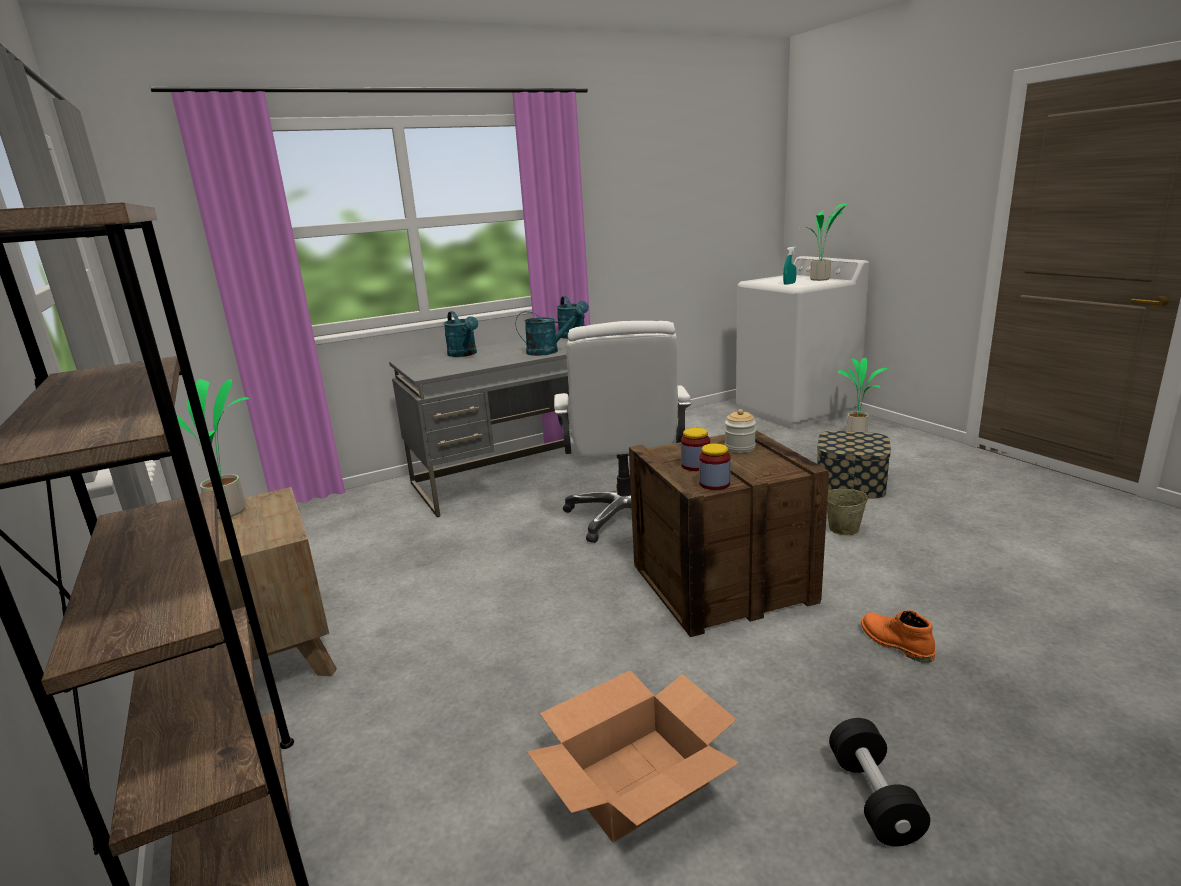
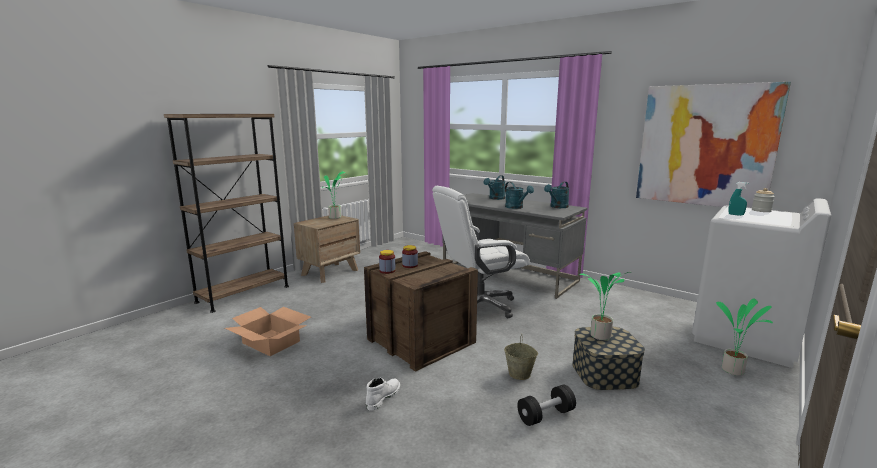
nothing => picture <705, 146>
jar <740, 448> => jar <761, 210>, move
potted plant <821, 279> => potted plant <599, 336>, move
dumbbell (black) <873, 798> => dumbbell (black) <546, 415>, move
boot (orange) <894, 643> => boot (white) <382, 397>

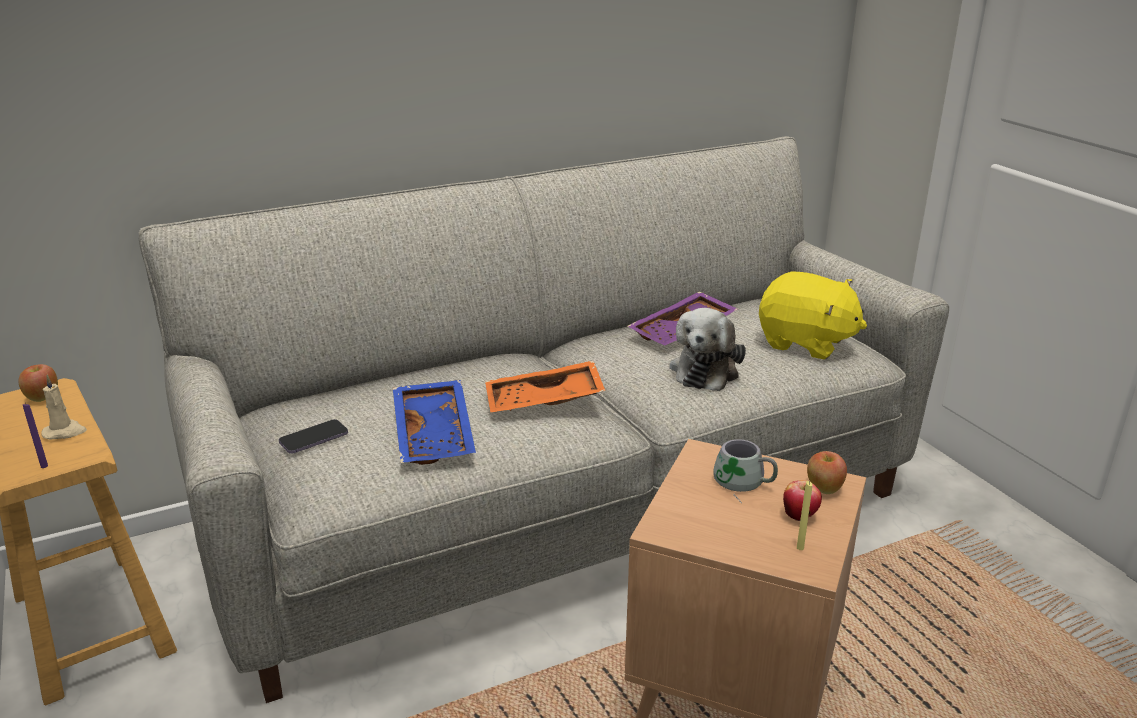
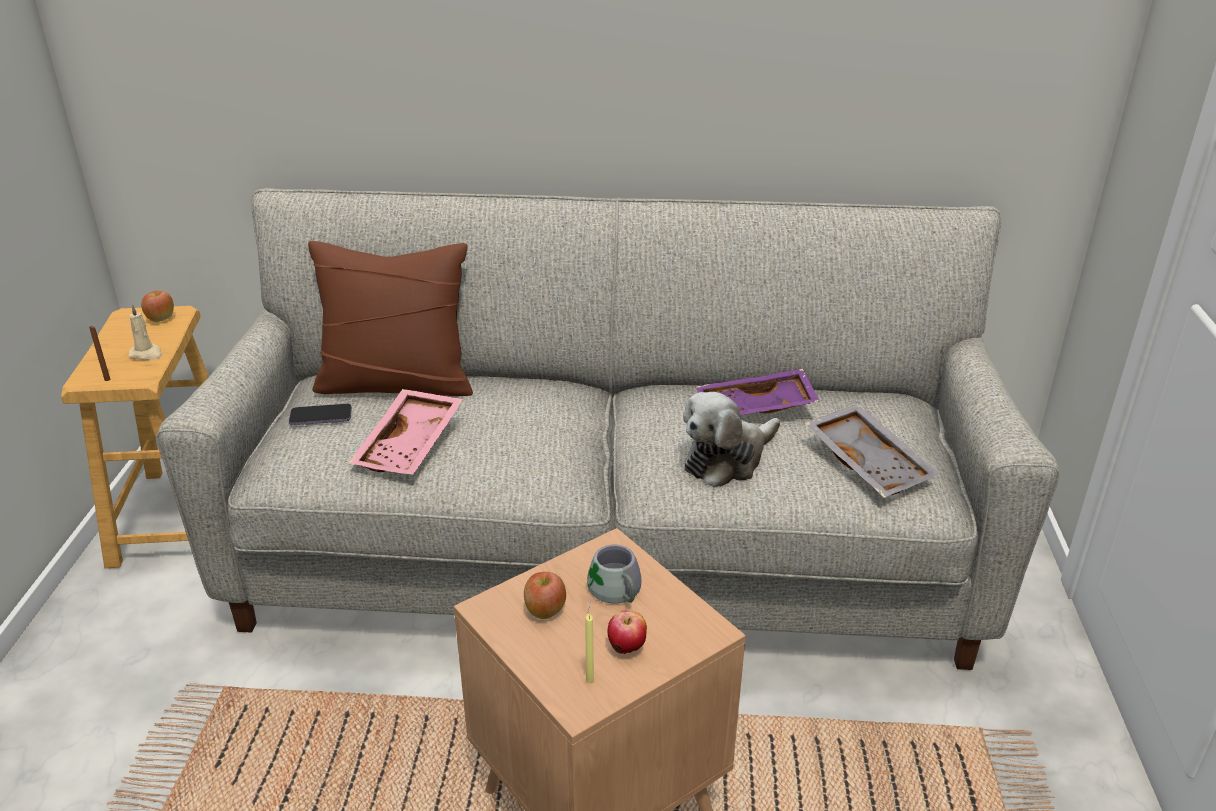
tray (orange) <544, 402> => nothing
nothing => pillow (brown) <397, 383>
apple <824, 488> => apple <545, 611>, move
plush toy (yellow) <805, 343> => tray (grey) <870, 462>
candle (purple) <44, 466> => candle (brown) <107, 379>
tray (blue) <436, 434> => tray (pink) <411, 445>

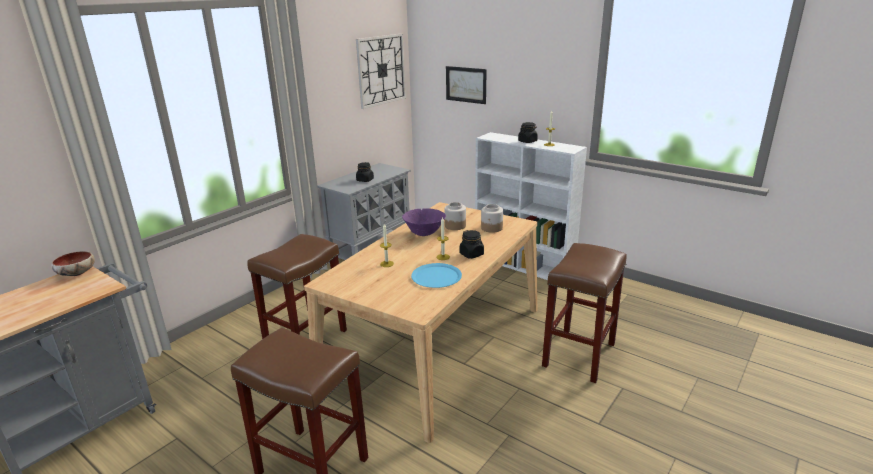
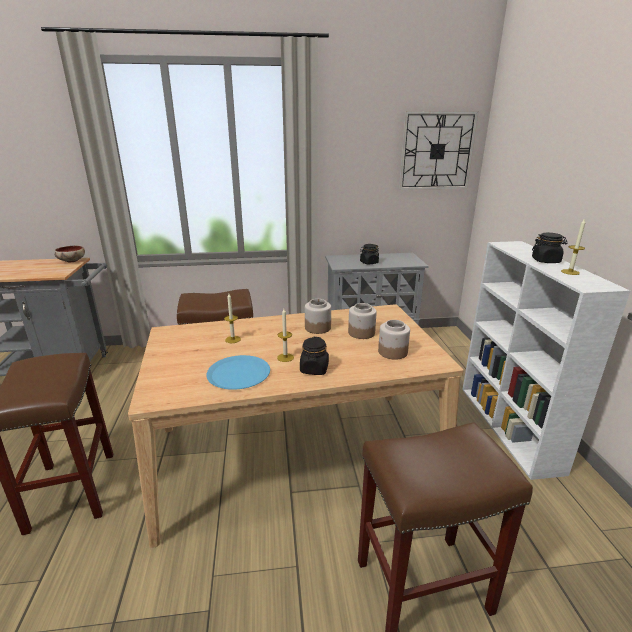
picture <466, 84> => nothing
bowl (purple) <424, 234> => jar <317, 328>

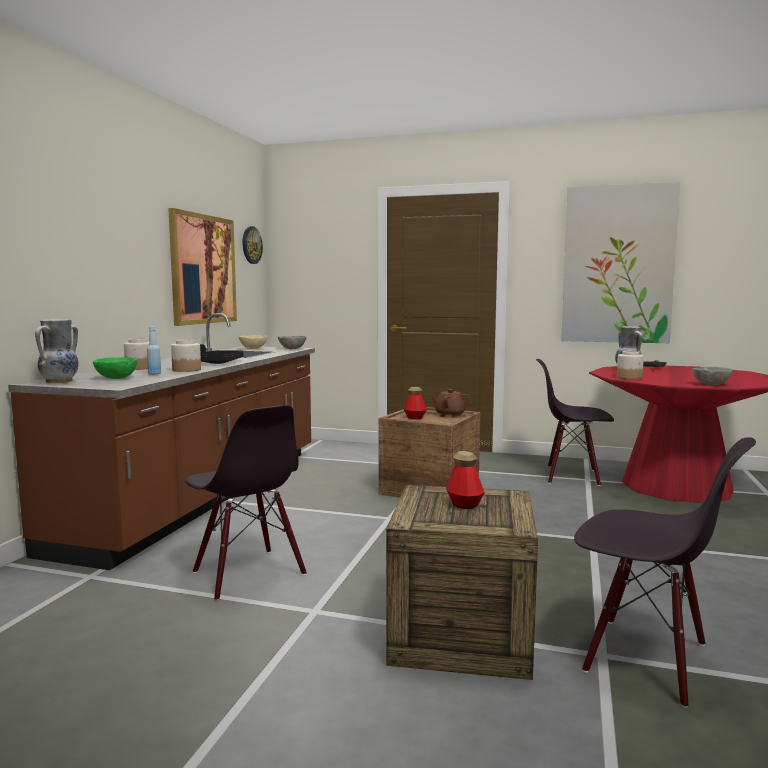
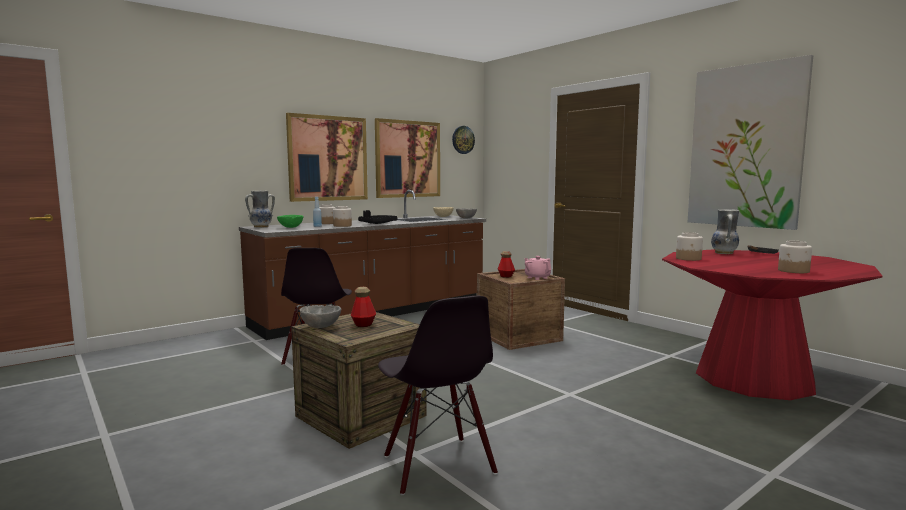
chair (black) <571, 476> => nothing
nothing => picture <328, 158>
nothing => jar <793, 271>
bowl (grey) <711, 385> => bowl (grey) <320, 327>, move
teapot (brown) <450, 415> => teapot (pink) <537, 278>

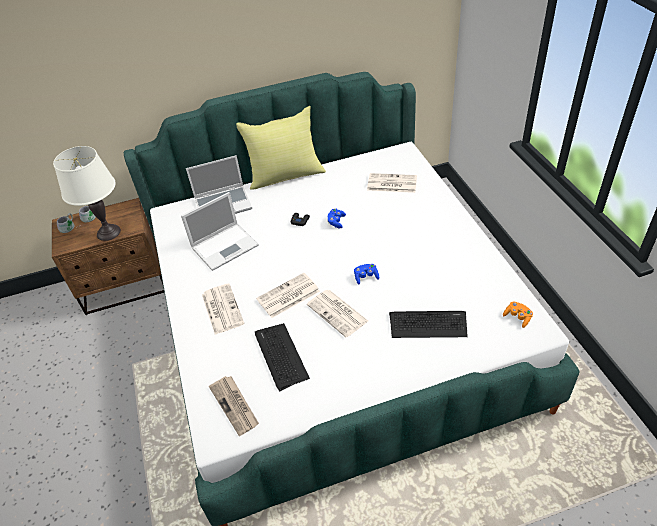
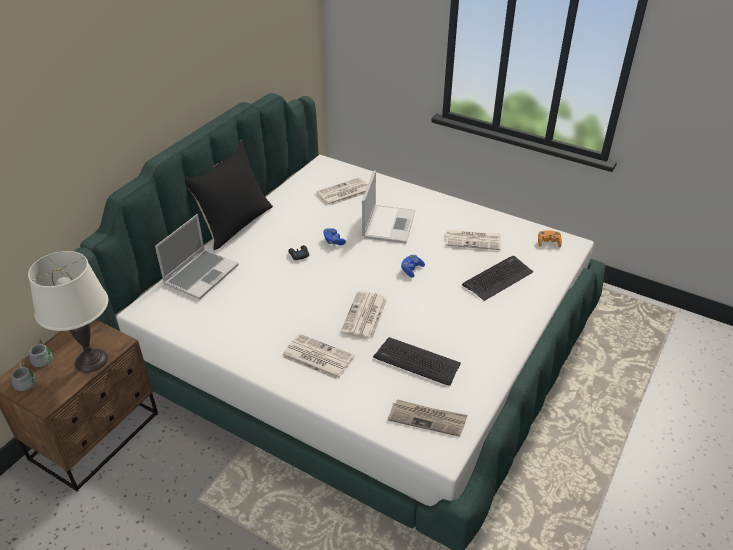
laptop <226, 246> => laptop <389, 223>, move
newspaper <338, 313> => newspaper <473, 240>, move
pillow (yellow) <285, 175> => pillow (black) <235, 224>

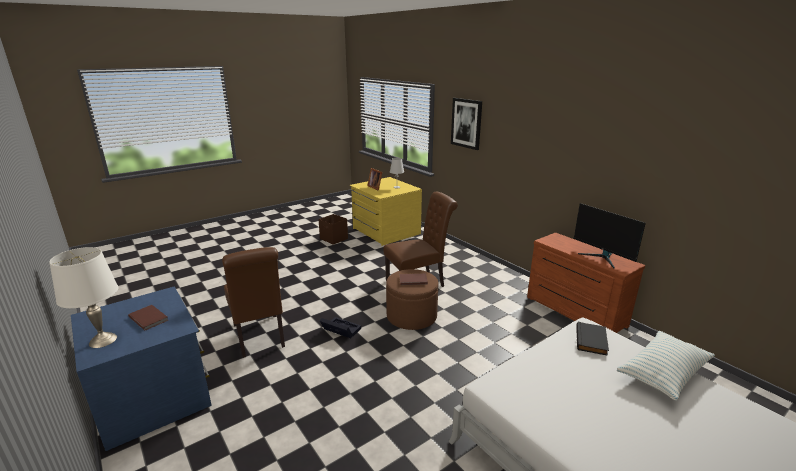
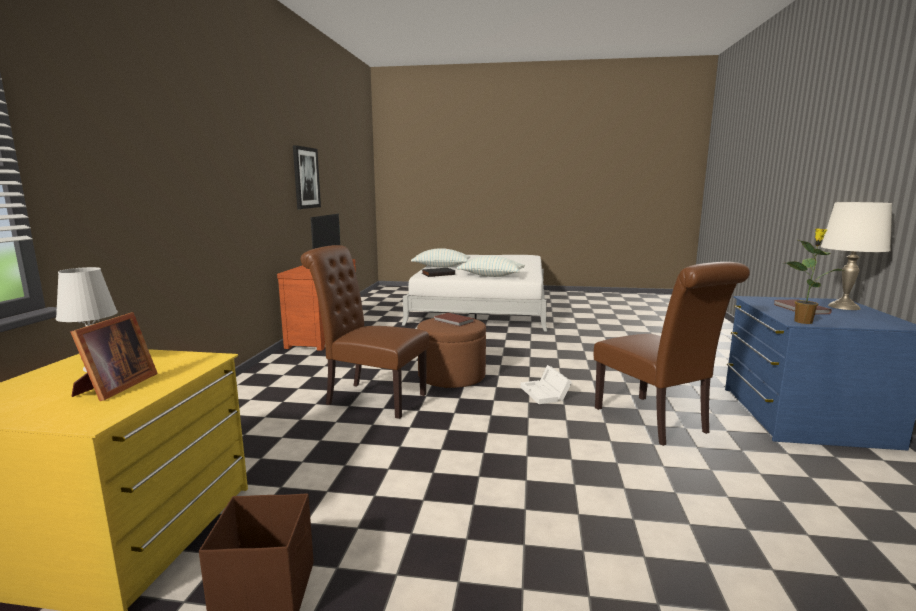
nothing => pillow <491, 276>
nothing => potted plant <803, 321>
picture <466, 123> => picture <306, 178>, move
storage box (black) <340, 330> => storage box (white) <545, 394>
chair (brown) <260, 337> => chair (brown) <655, 422>, 135 degrees clockwise

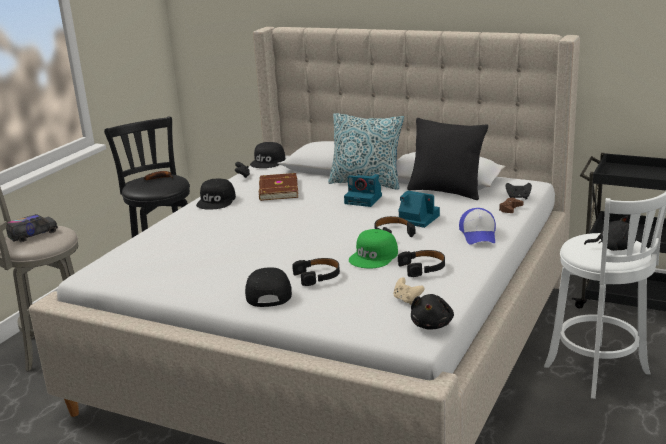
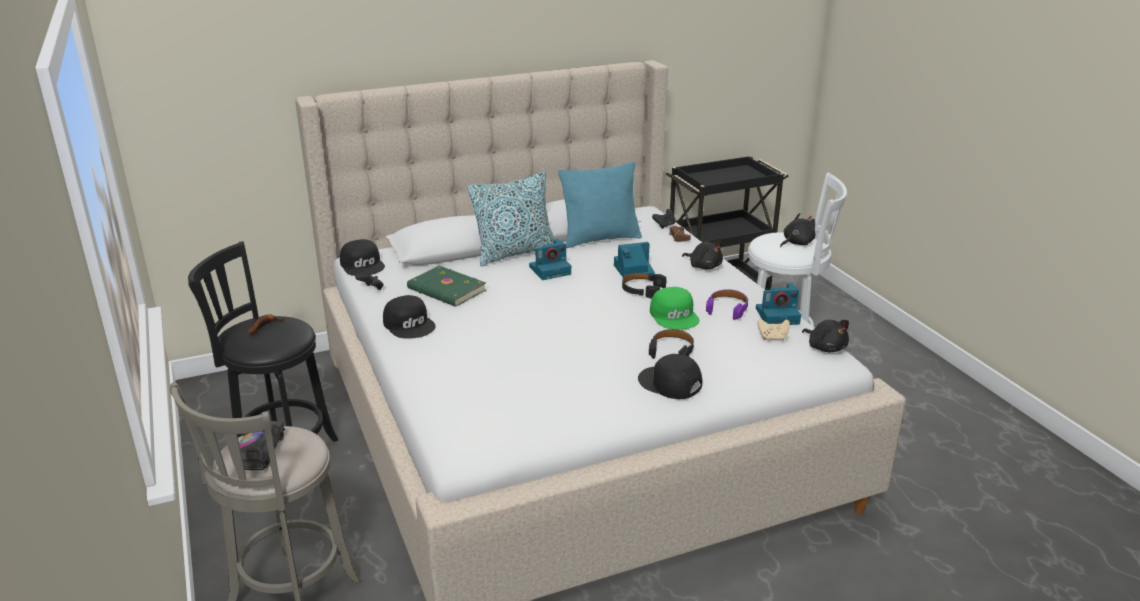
nothing => photo camera <778, 315>
cap <479, 234> => plush toy (black) <704, 266>
book (brown) <277, 190> => book (green) <446, 290>
headphones (black) <423, 267> => headphones (purple) <727, 308>
pillow (black) <446, 191> => pillow (turquoise) <600, 239>

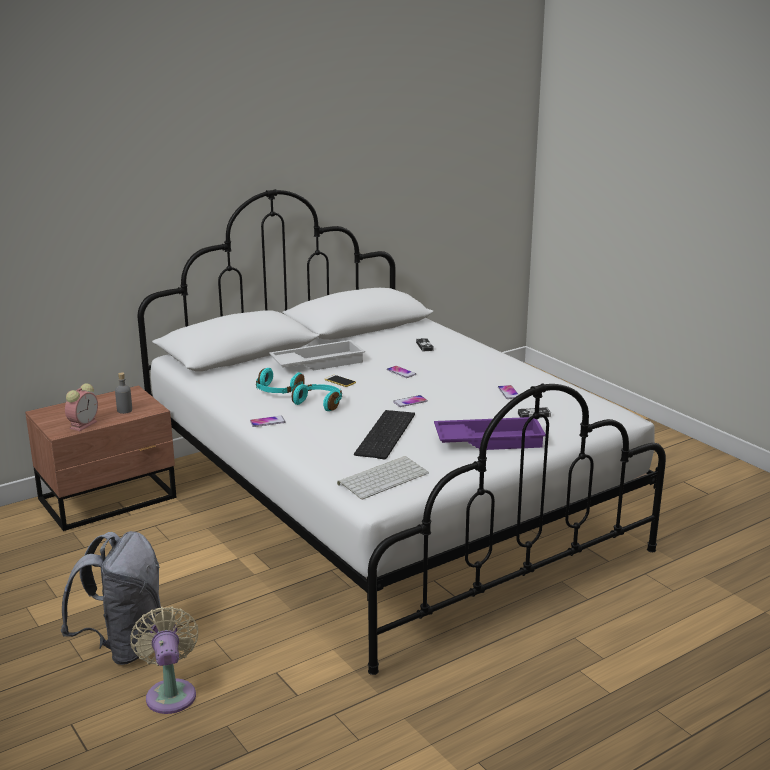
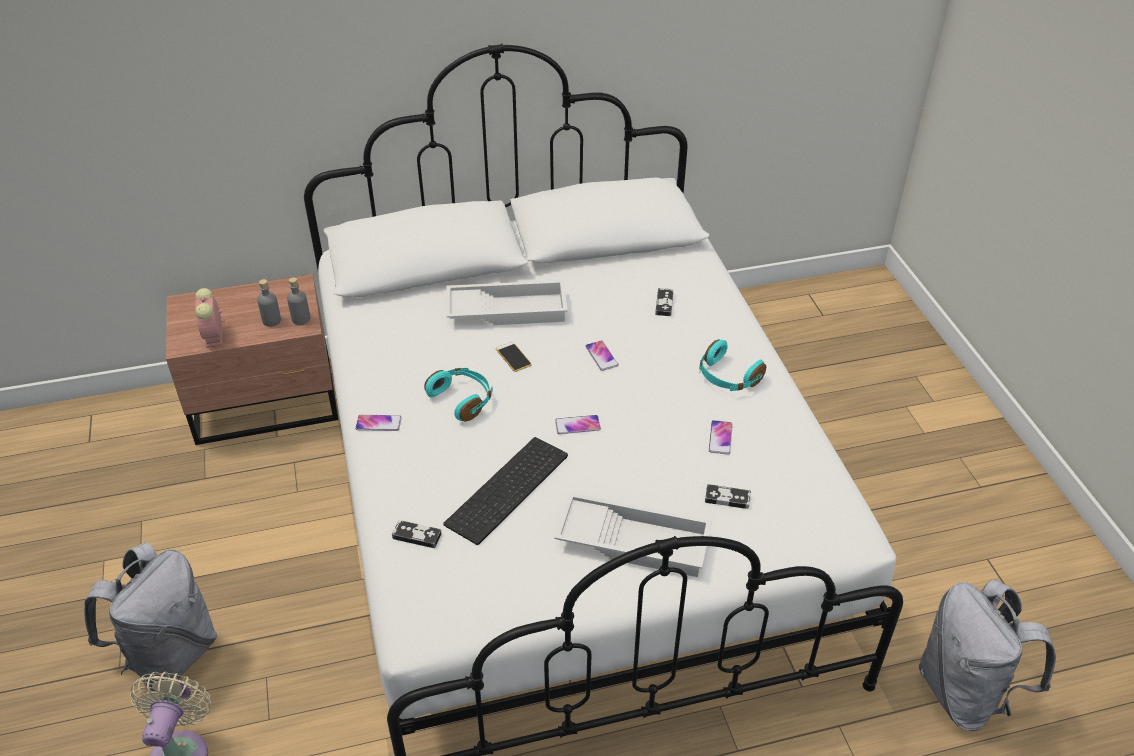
keyboard <383, 478> => nothing
nothing => bottle (grey) <301, 319>
nothing => game controller <417, 536>
nothing => backpack (grey) <965, 693>
headphones (turquoise) <278, 391> => headphones (turquoise) <727, 377>, move
tray (purple) <489, 440> => tray (white) <634, 540>
alarm clock <84, 424> => alarm clock <214, 337>, 120 degrees clockwise

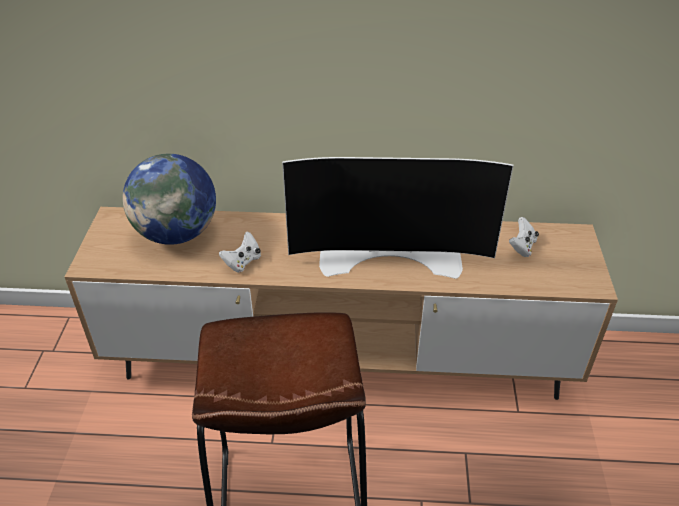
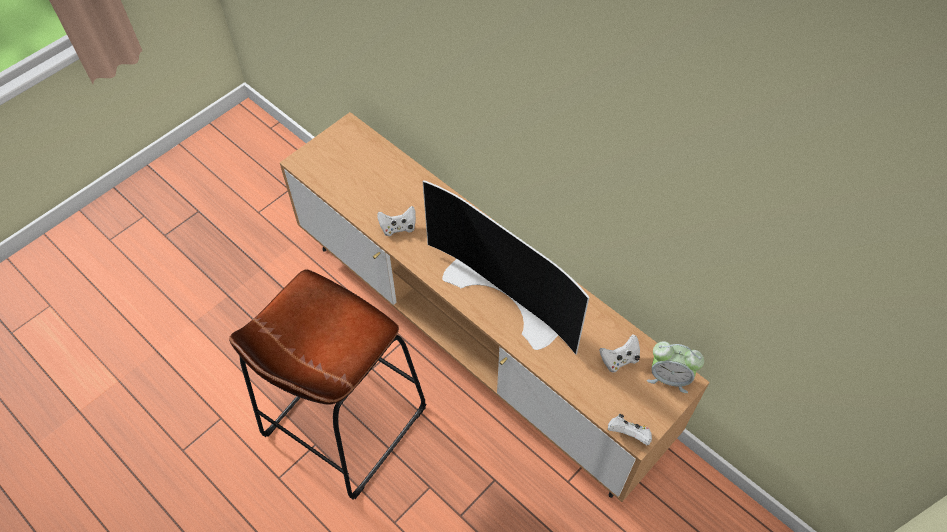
globe <177, 233> => nothing
nothing => game controller (white) <628, 434>
nothing => alarm clock <669, 377>

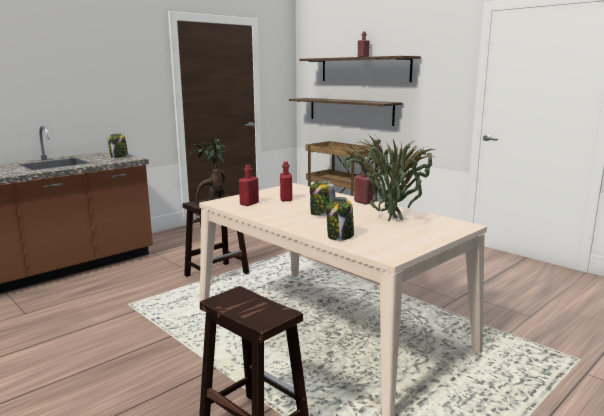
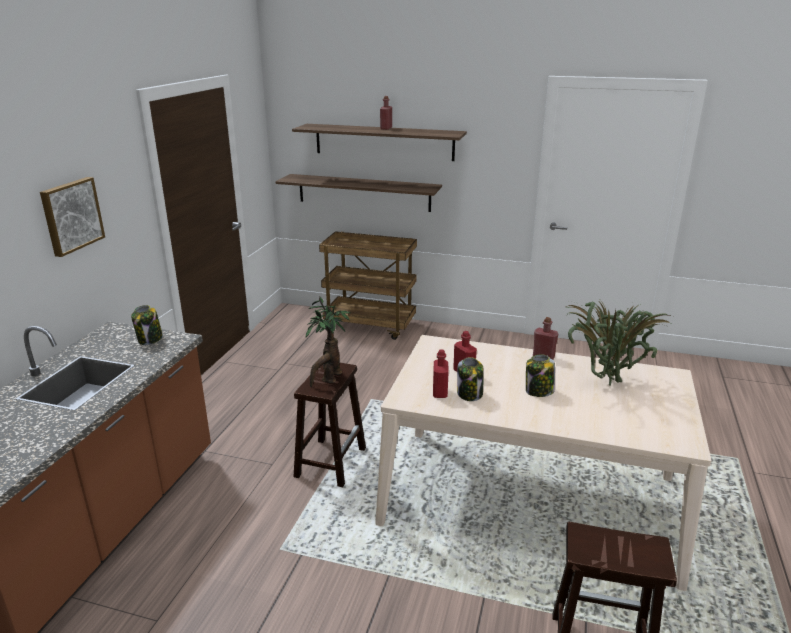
nothing => picture <71, 215>
jar <340, 236> => jar <470, 394>, move

